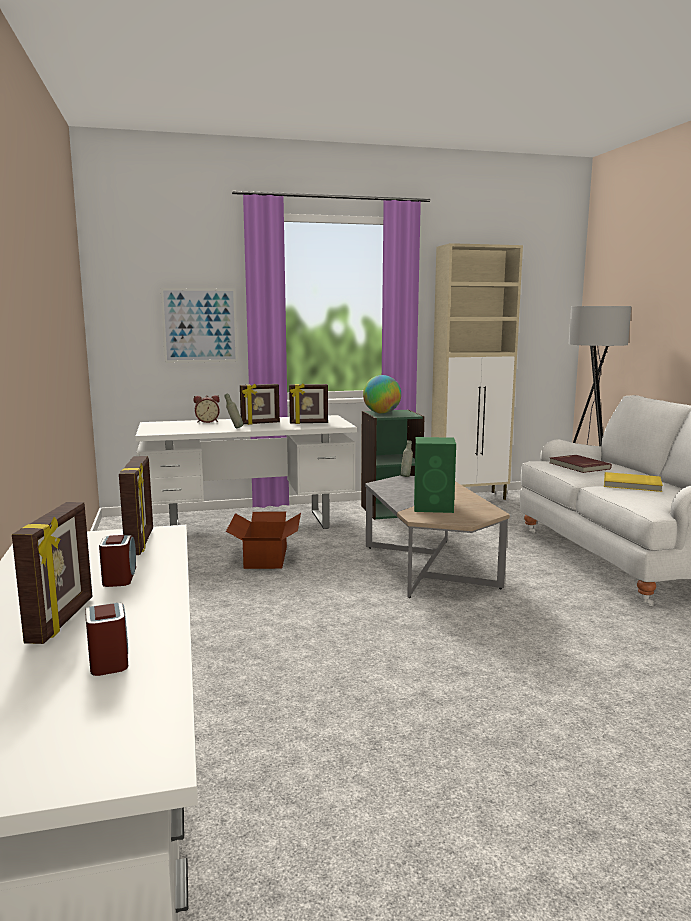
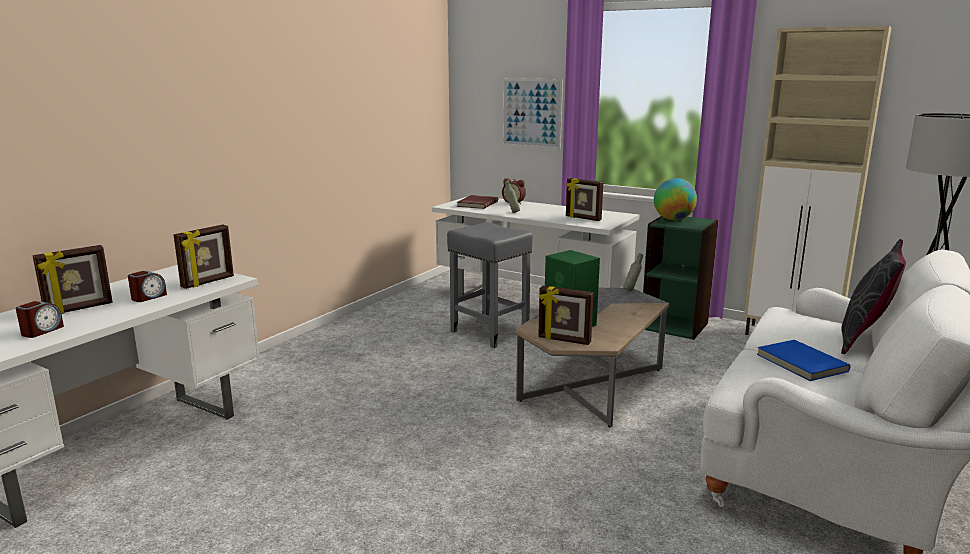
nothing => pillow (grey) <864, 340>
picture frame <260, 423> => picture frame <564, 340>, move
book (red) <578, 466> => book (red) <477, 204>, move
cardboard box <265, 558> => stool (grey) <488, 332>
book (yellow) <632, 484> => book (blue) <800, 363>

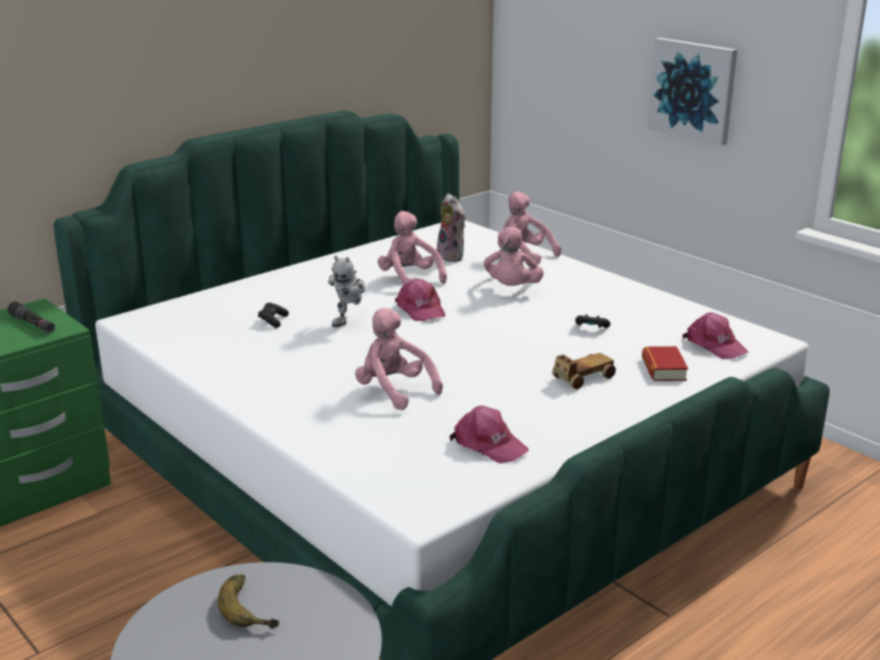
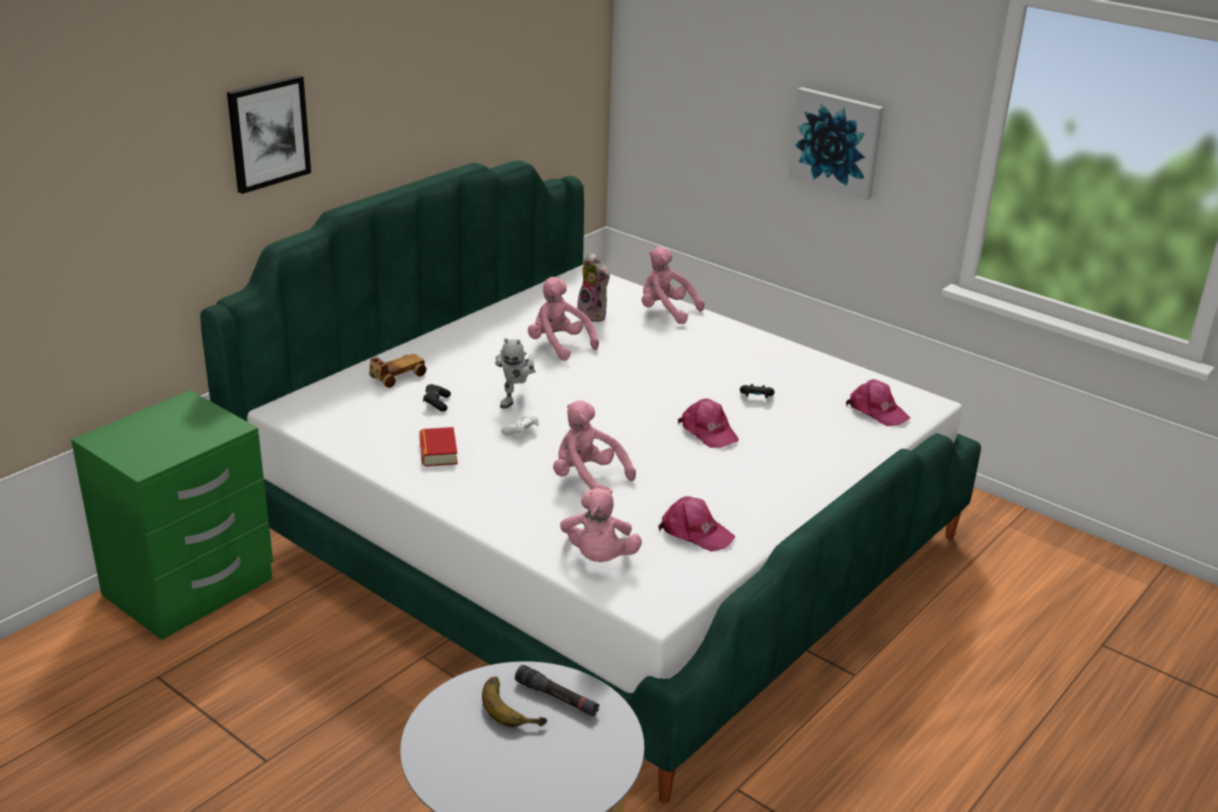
nothing => picture <268, 133>
nothing => game controller (white) <521, 432>
flashlight (black) <32, 324> => flashlight (black) <557, 698>, move
cap (pink) <420, 309> => cap (pink) <708, 431>, move
plush toy (pink) <512, 289> => plush toy (pink) <599, 558>, move
toy car <582, 378> => toy car <397, 377>, move
book <663, 369> => book <438, 452>, move

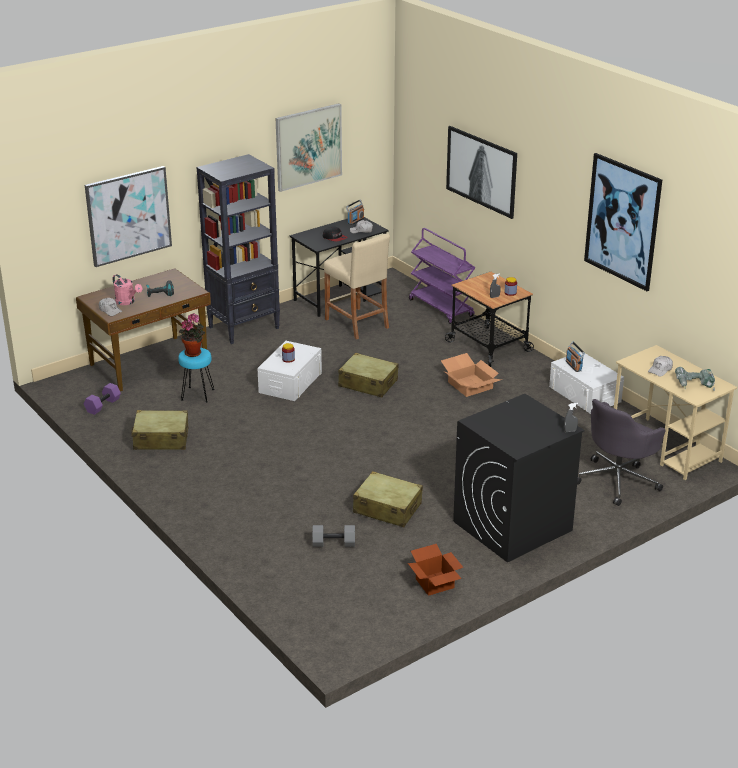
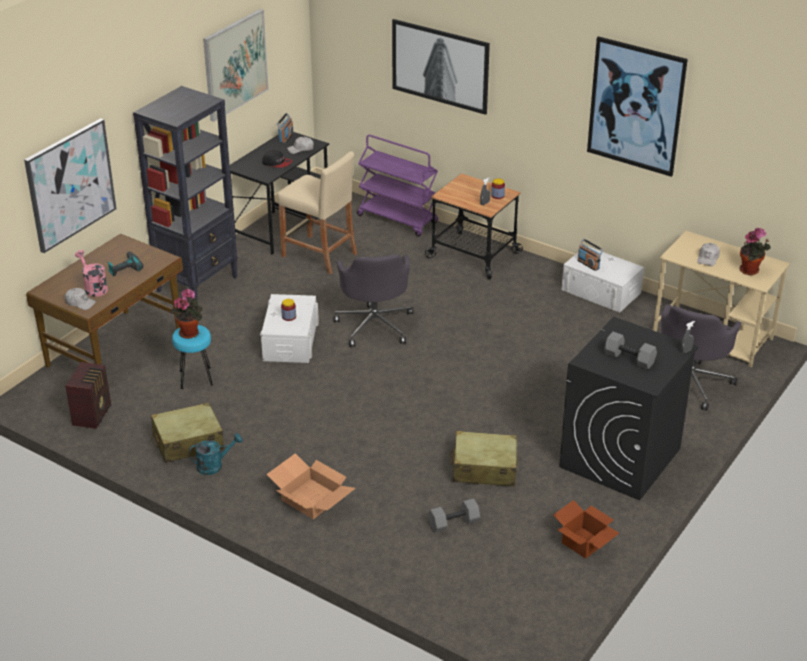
nothing => watering can (turquoise) <214, 465>
nothing => dumbbell (grey) <630, 358>
cardboard box <469, 385> => cardboard box <310, 498>, move
dumbbell (purple) <103, 405> => radio <93, 414>
suitcase (beige) <368, 383> => office chair (grey) <375, 325>
power drill <694, 386> => potted plant <751, 271>
watering can (pink) <127, 302> => watering can (pink) <93, 288>, 150 degrees counterclockwise

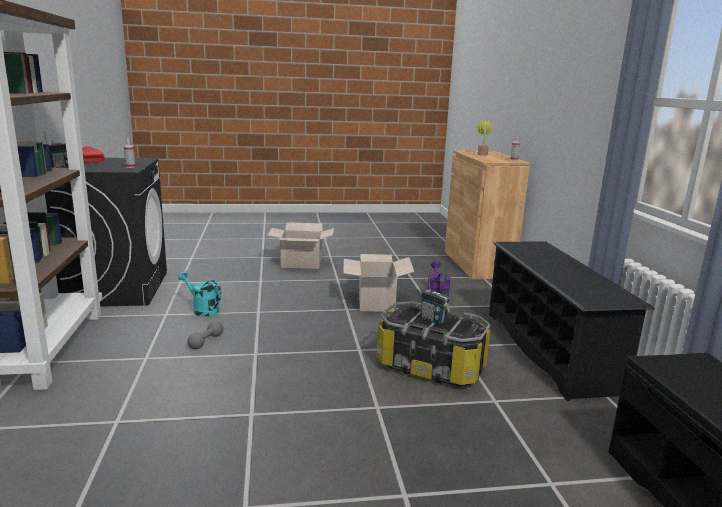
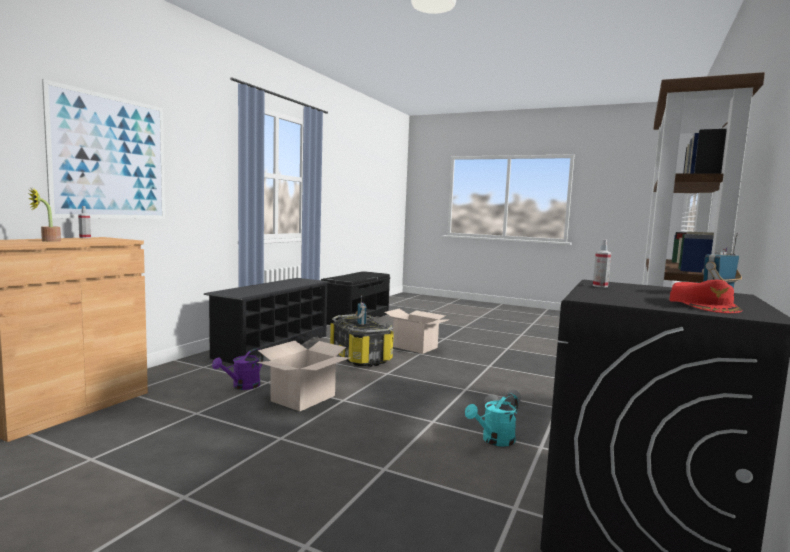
nothing => picture <110, 157>
cardboard box <301, 263> => cardboard box <414, 347>, move
watering can (turquoise) <202, 310> => watering can (turquoise) <494, 440>, 75 degrees clockwise

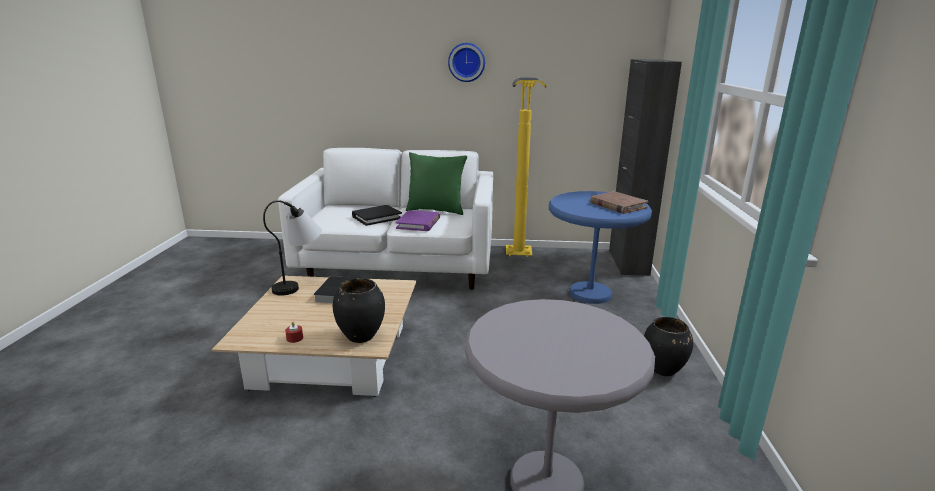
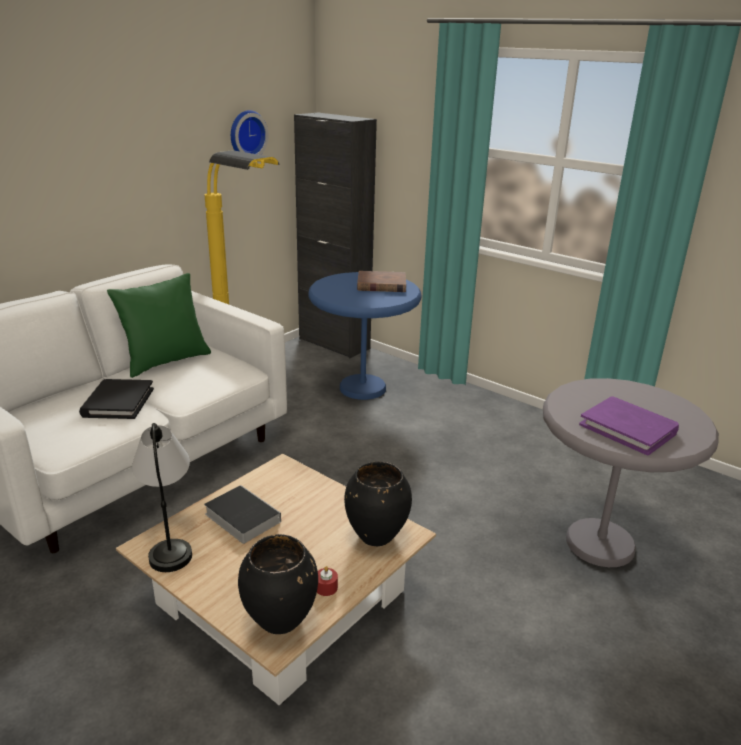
book (purple) <418, 223> => book (purple) <628, 428>, move
wall clock <466, 62> => wall clock <246, 135>, move
vase (black) <663, 370> => vase (black) <281, 620>, move

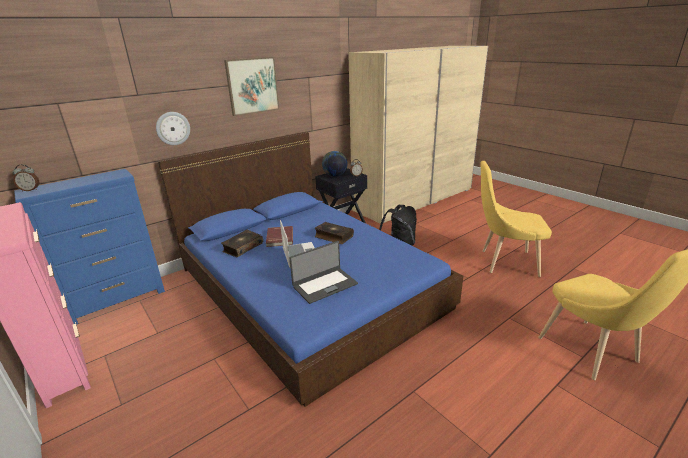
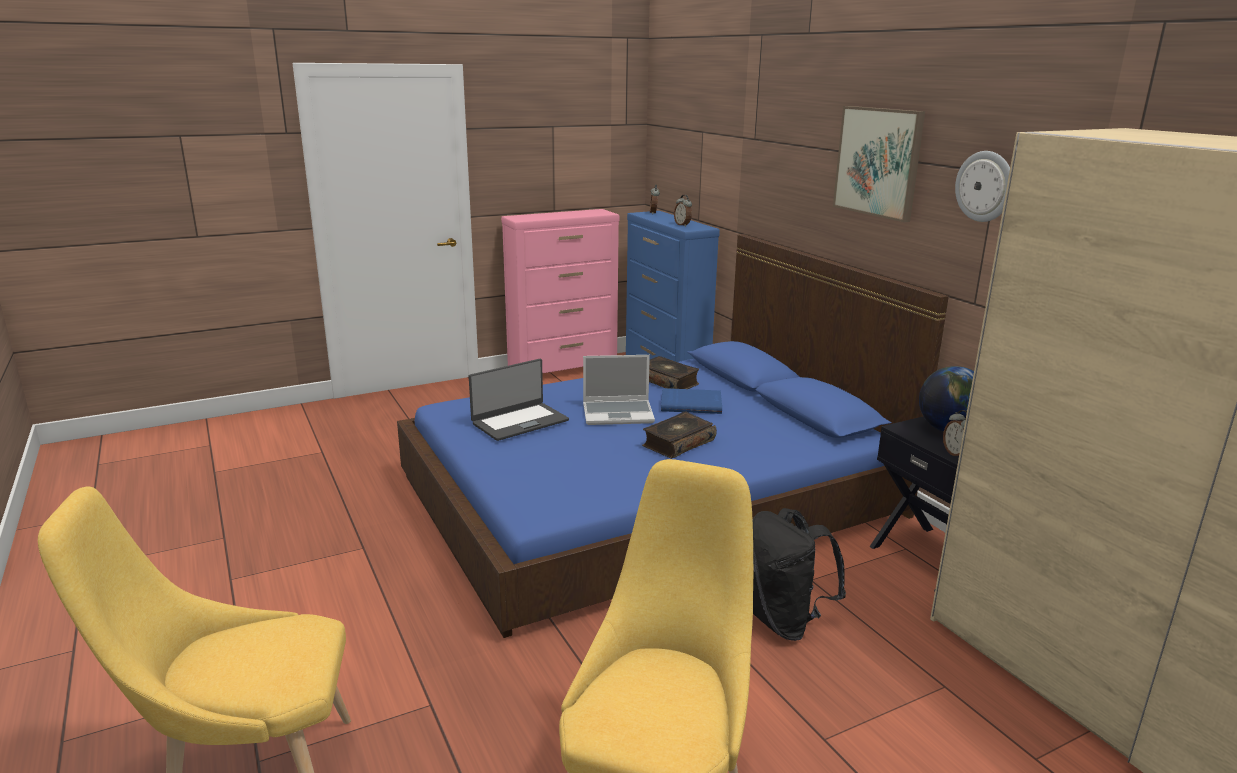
nothing => alarm clock <683, 225>
wall clock <173, 128> => wall clock <985, 186>, move
book (red) <279, 238> => book (blue) <691, 403>
laptop <324, 285> => laptop <519, 421>, 105 degrees counterclockwise

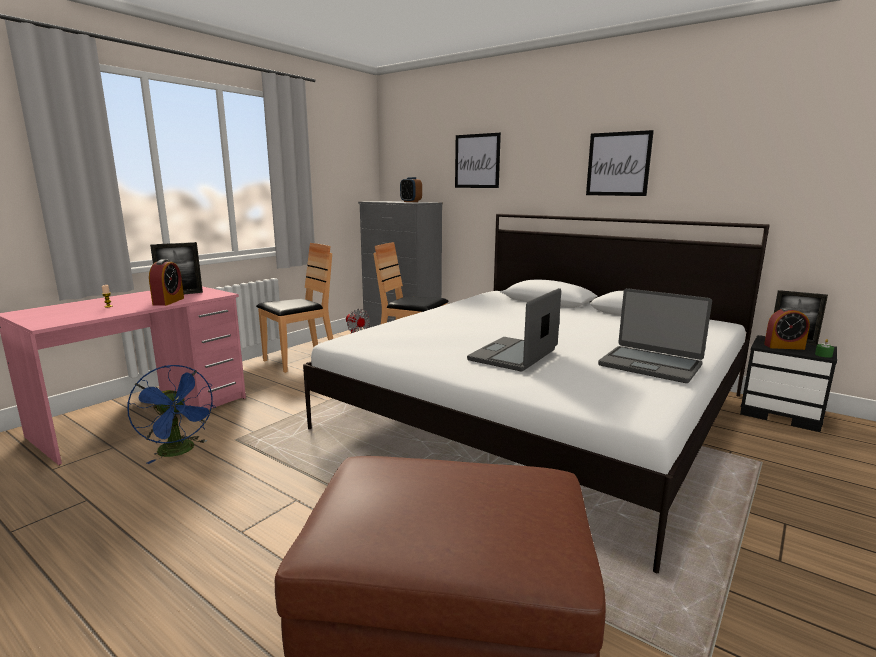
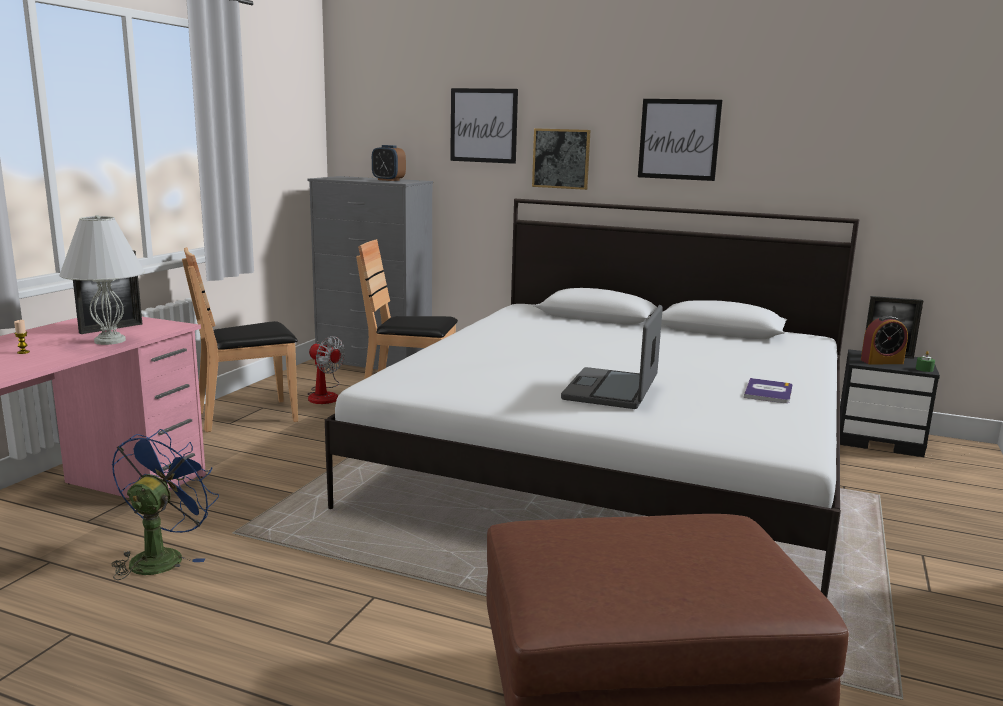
nothing => picture <561, 158>
alarm clock <168, 301> => table lamp (white) <109, 340>
laptop <650, 365> => book <768, 392>
fan (blue) <180, 451> => fan (blue) <162, 556>, 105 degrees counterclockwise
chair (brown) <300, 360> => chair (brown) <248, 416>, 150 degrees counterclockwise

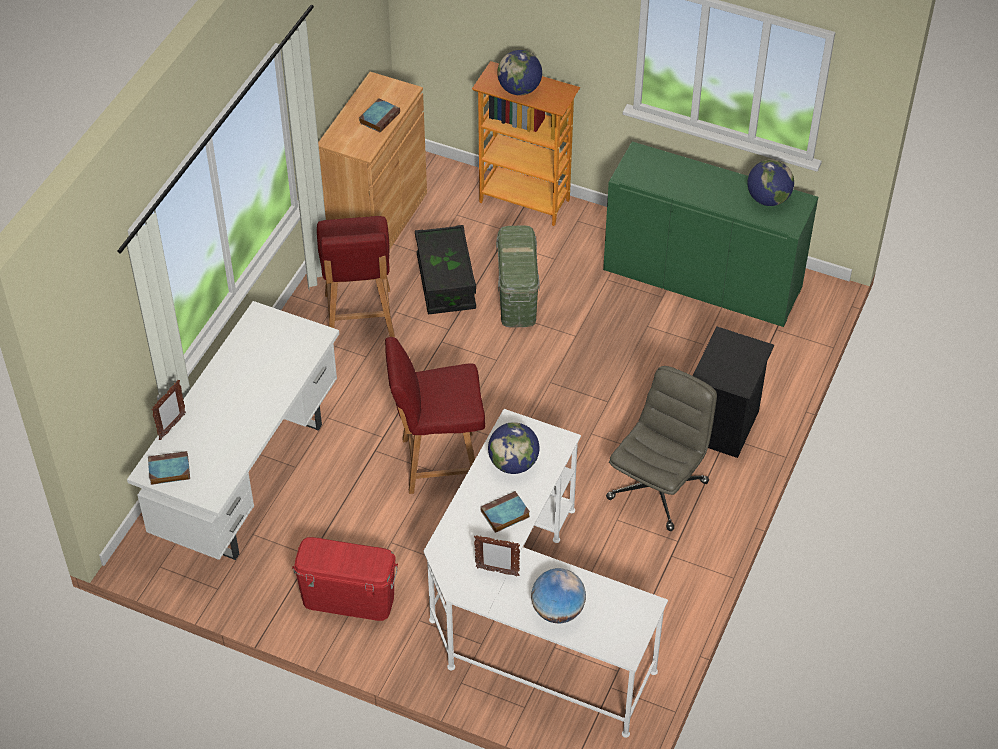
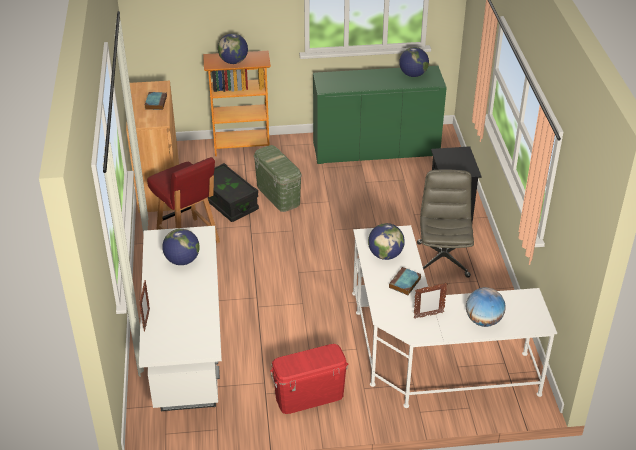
book <168, 470> => nothing
chair (red) <438, 462> => nothing
nothing => globe <182, 260>

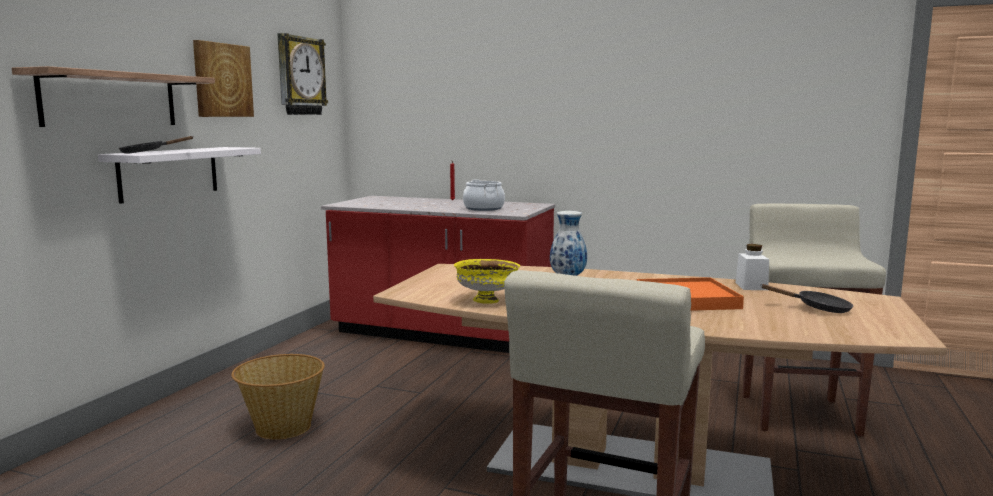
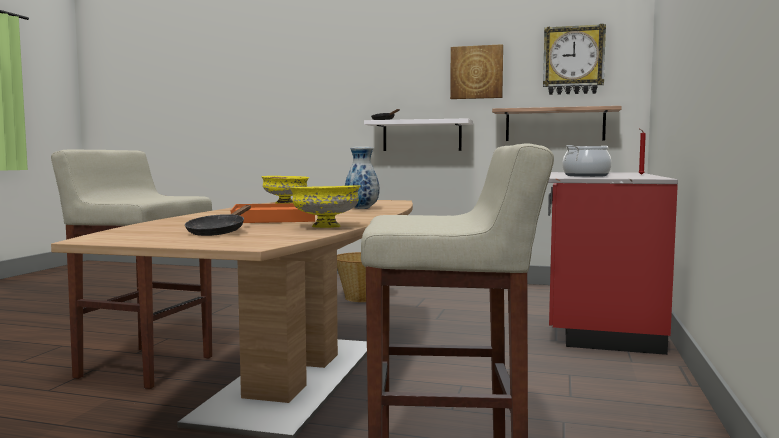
shelf <110, 100> => shelf <554, 125>, move
jar (white) <751, 286> => bowl (yellow) <325, 227>

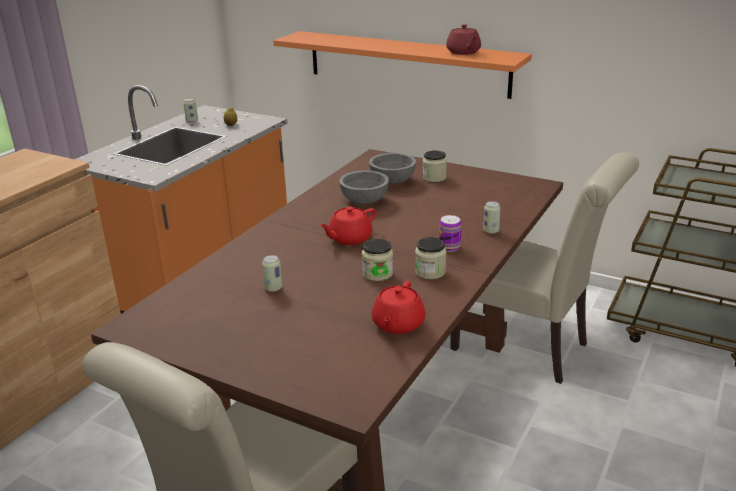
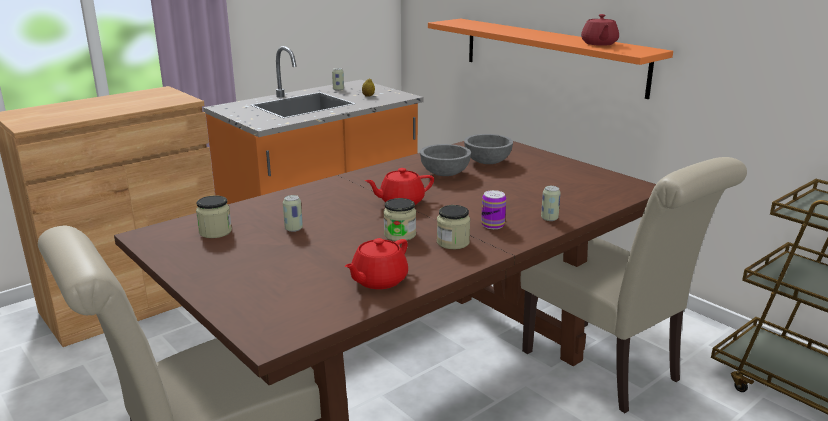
jar <434, 177> => jar <215, 232>, move

